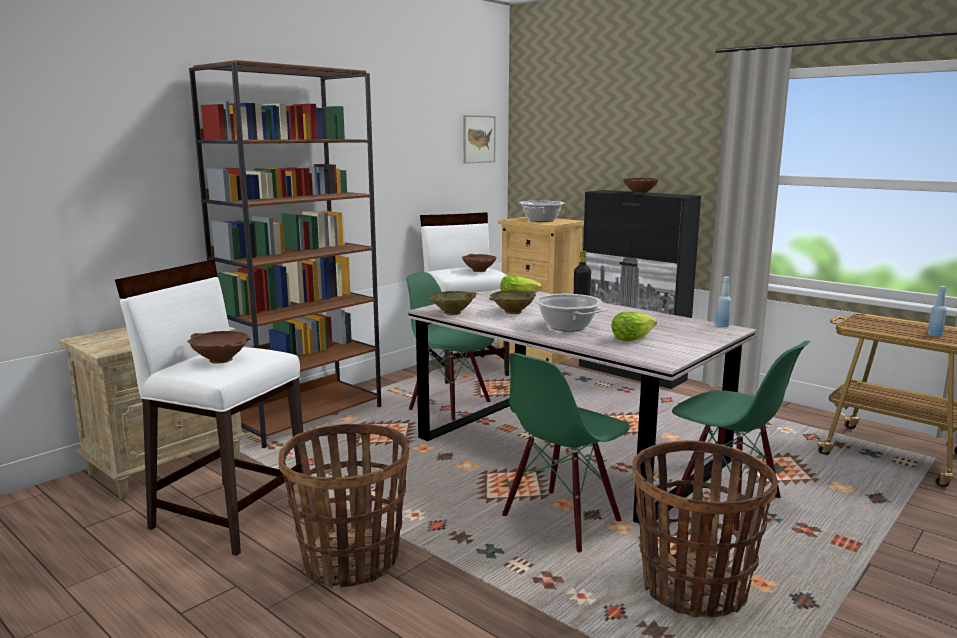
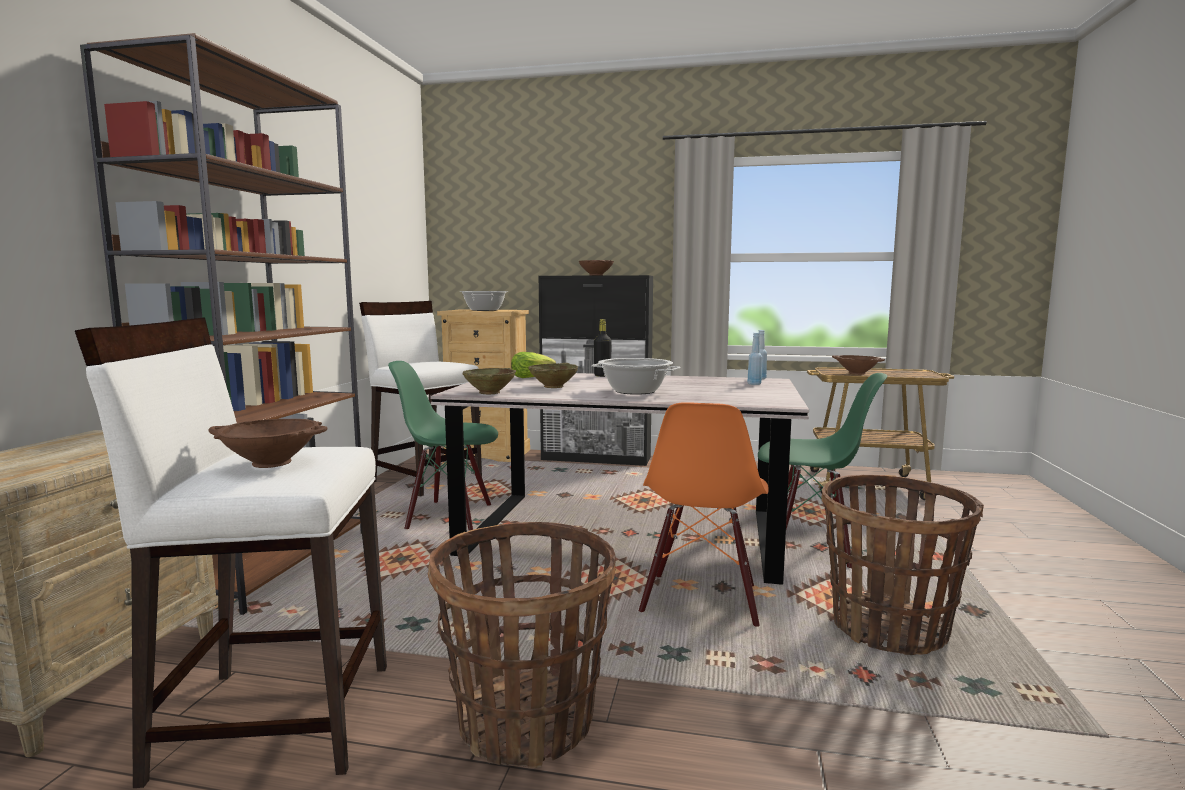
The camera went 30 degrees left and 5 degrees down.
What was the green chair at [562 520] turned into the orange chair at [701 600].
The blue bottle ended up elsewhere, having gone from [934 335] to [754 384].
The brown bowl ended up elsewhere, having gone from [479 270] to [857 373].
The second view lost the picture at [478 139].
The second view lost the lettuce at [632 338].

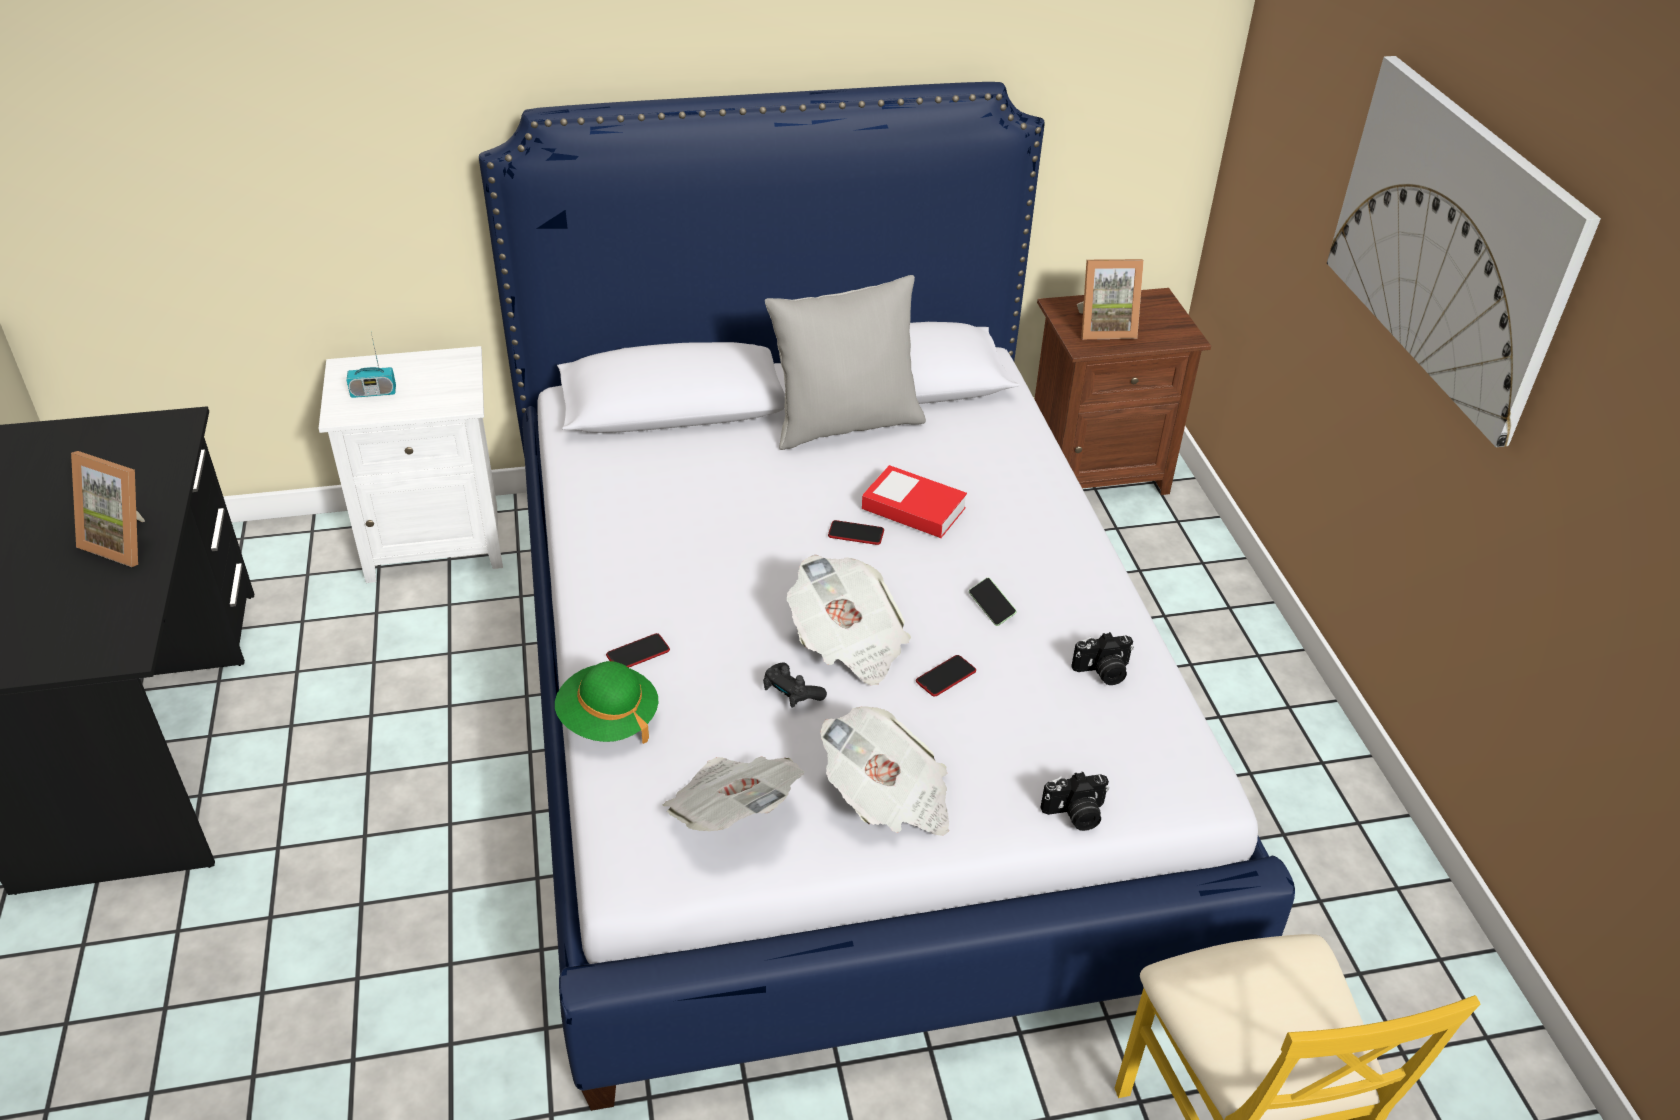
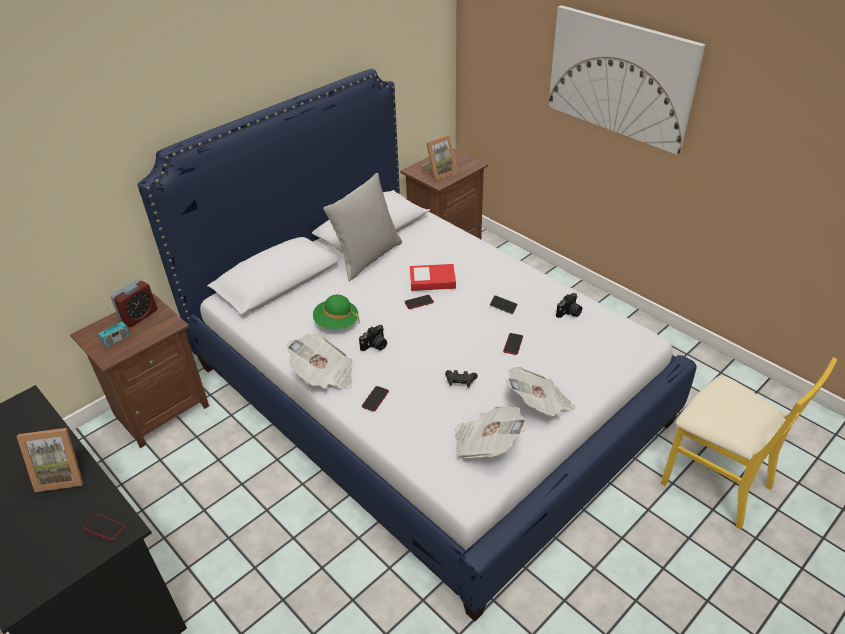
The camera went 30 degrees left and 0 degrees up.
What was the white nightstand at [435 541] turned into the brown nightstand at [160 410].
The second view gained the phone at [104 527].
The second view gained the alarm clock at [139 316].
The newspaper ended up elsewhere, having gone from [848 643] to [324 375].
The green hat ended up elsewhere, having gone from [608 720] to [336 323].
The photo camera ended up elsewhere, having gone from [1075 814] to [375 346].

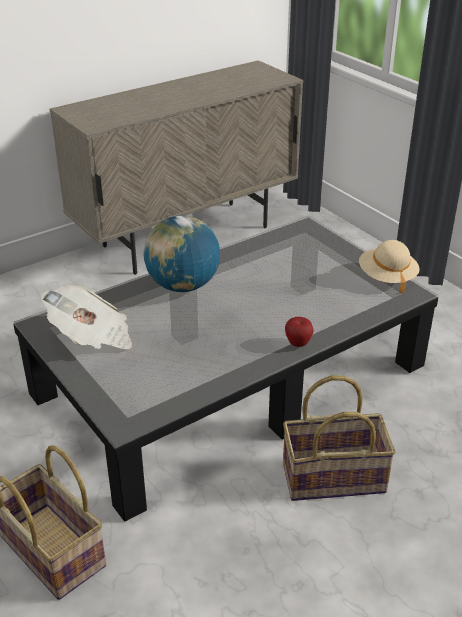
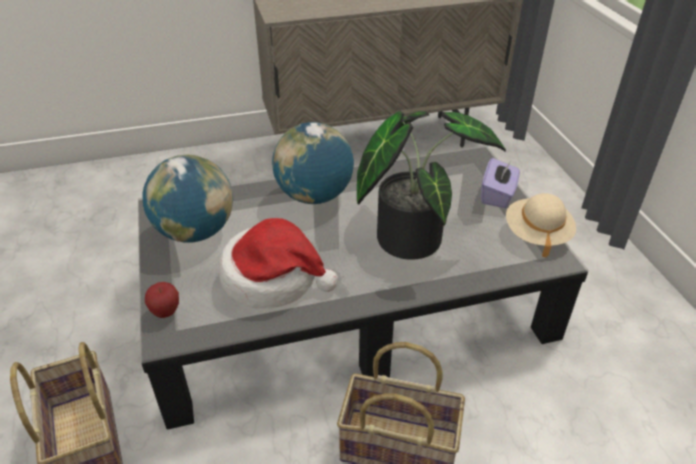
The camera went 20 degrees right and 5 degrees up.
Where the newspaper stood at [92 337], the globe came to stand at [195 232].
The apple ended up elsewhere, having gone from [298 344] to [166 312].
The second view gained the hat at [273 278].
The second view gained the potted plant at [410 234].
The second view gained the purple tissue box at [497 195].

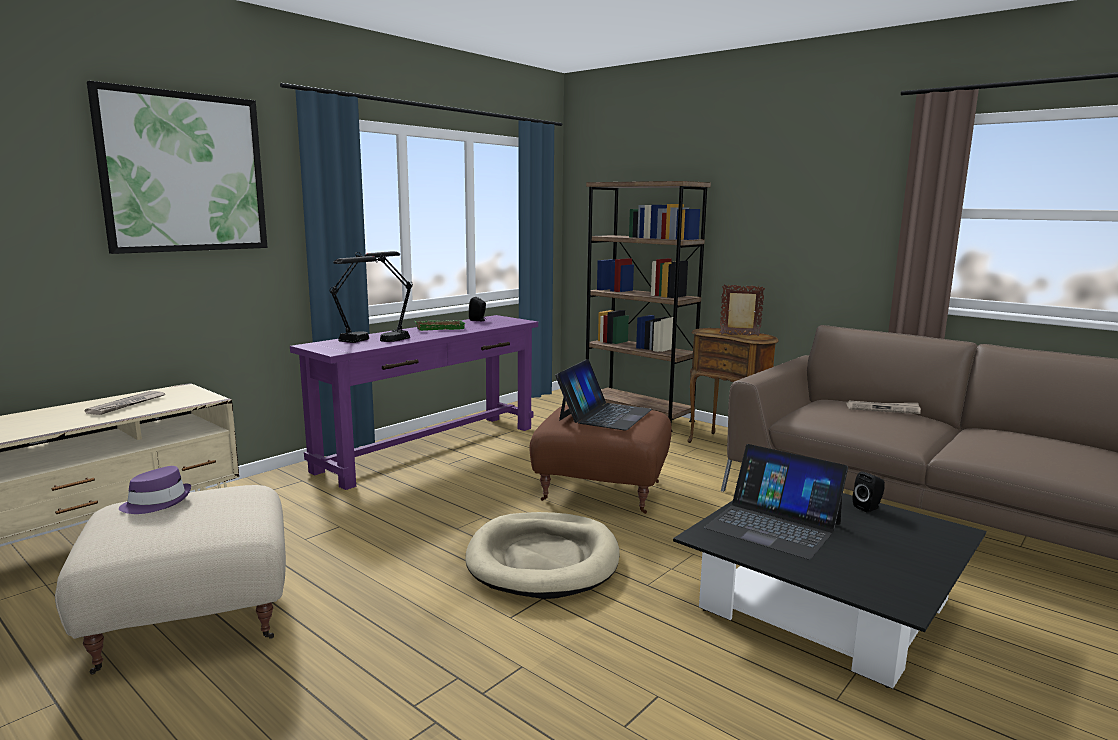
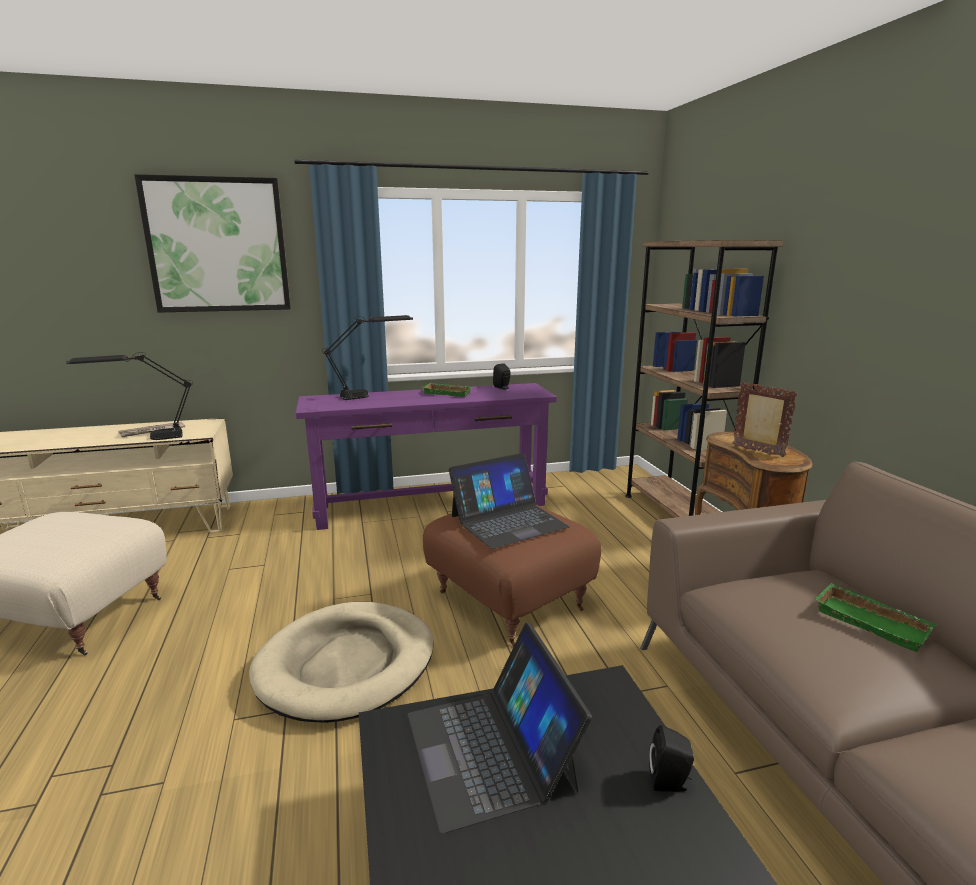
The camera went 35 degrees right and 5 degrees up.
The black table lamp ended up elsewhere, having gone from [379 342] to [144 439].
Where the newspaper stood at [883 409], the green tray came to stand at [873 622].
The second view lost the purple hat at [157 502].

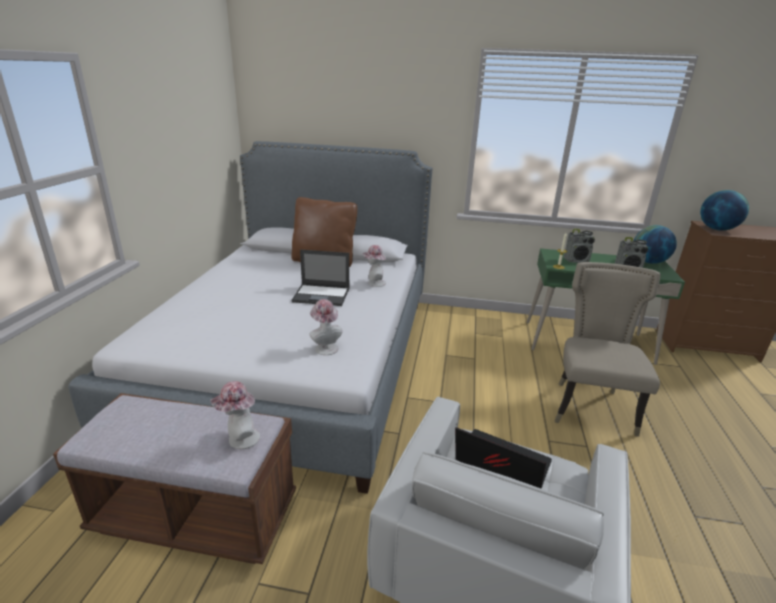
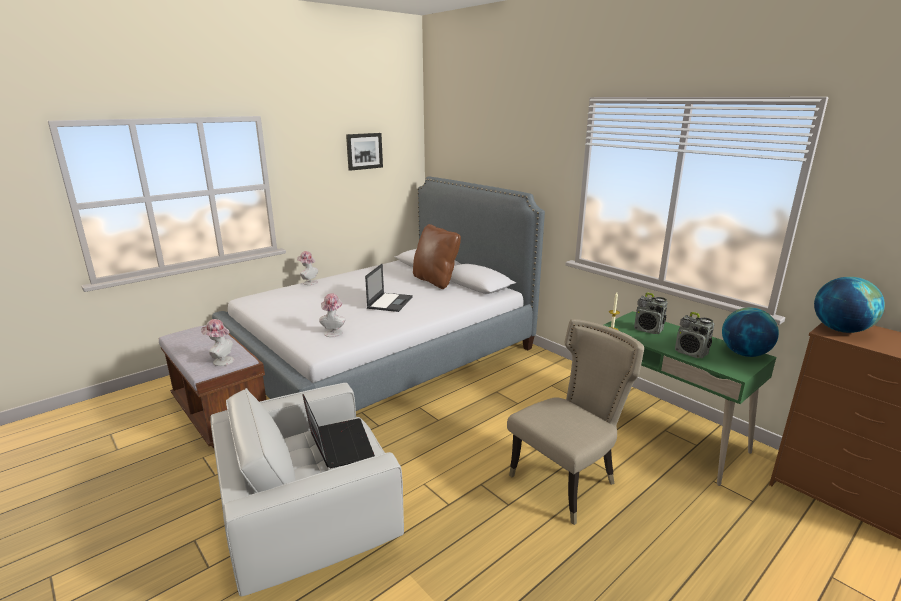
The camera went 40 degrees right and 5 degrees down.
The hat ended up elsewhere, having gone from [374 283] to [308 282].
The second view gained the picture at [364 151].
The laptop at [322 295] ended up facing another way, 120 degrees counterclockwise from before.

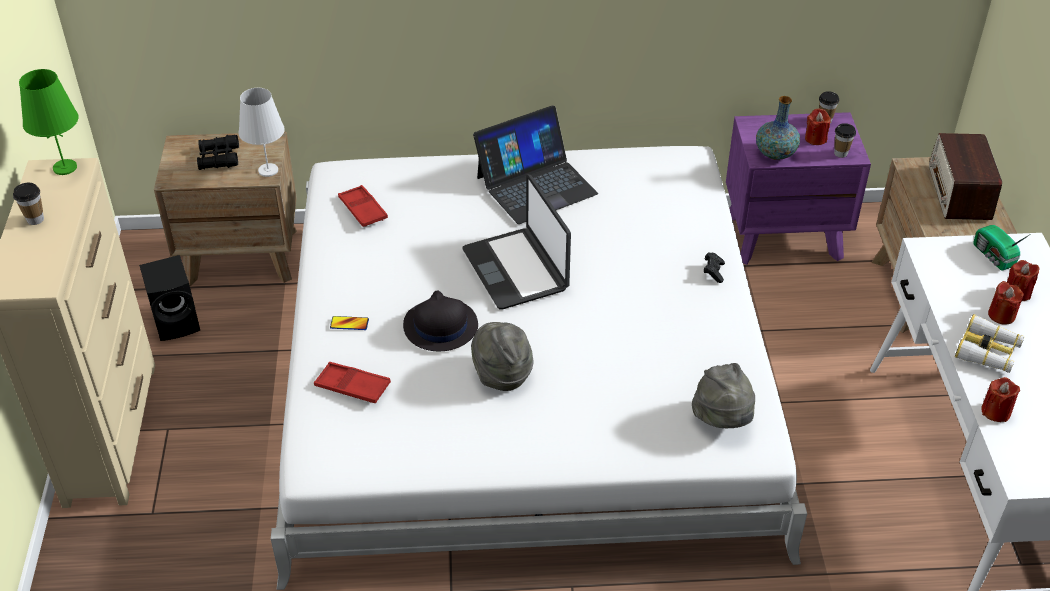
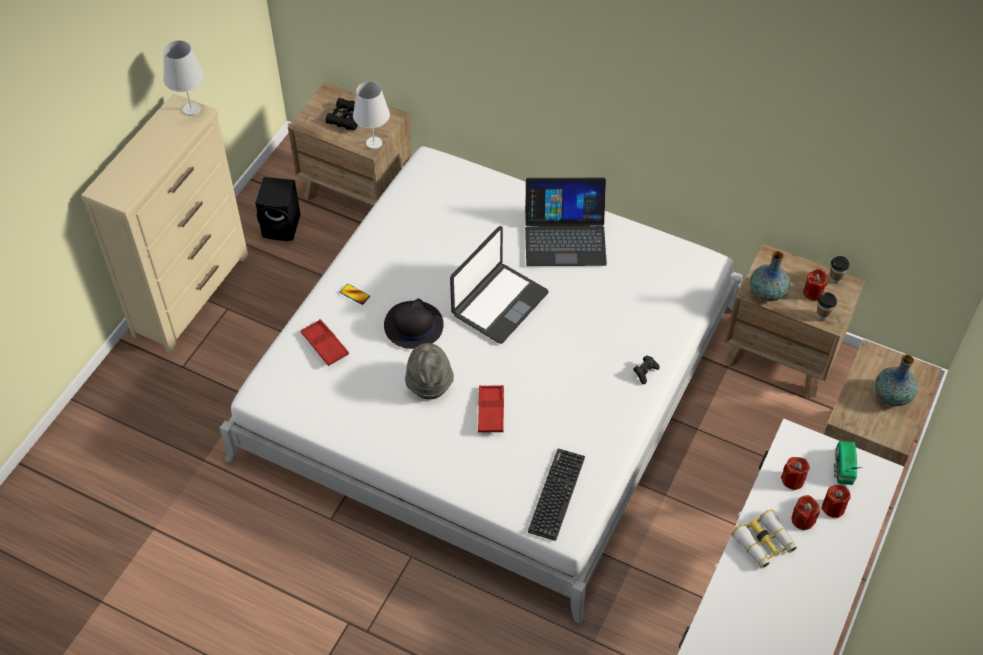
The camera went 30 degrees right and 10 degrees up.
What was the green table lamp at [65 167] turned into the white table lamp at [191 109].
The laptop at [516 269] ended up facing another way, 150 degrees counterclockwise from before.
The red tray ended up elsewhere, having gone from [363 210] to [491 411].
Where the grey hat stood at [722 420], the keyboard came to stand at [556 494].
What was the purple nightstand at [784 235] turned into the brown nightstand at [781 355].
The red candle ended up elsewhere, having gone from [995 411] to [793 480].
Where the radio stood at [959 193], the vase came to stand at [892 396].
The second view lost the cup at [35 219].

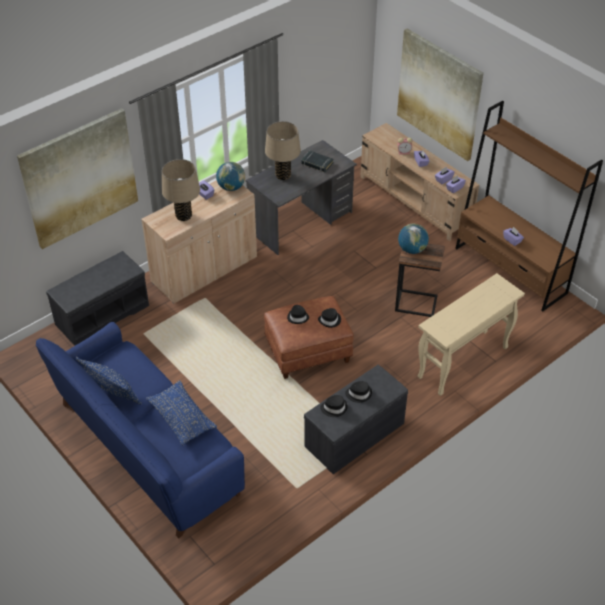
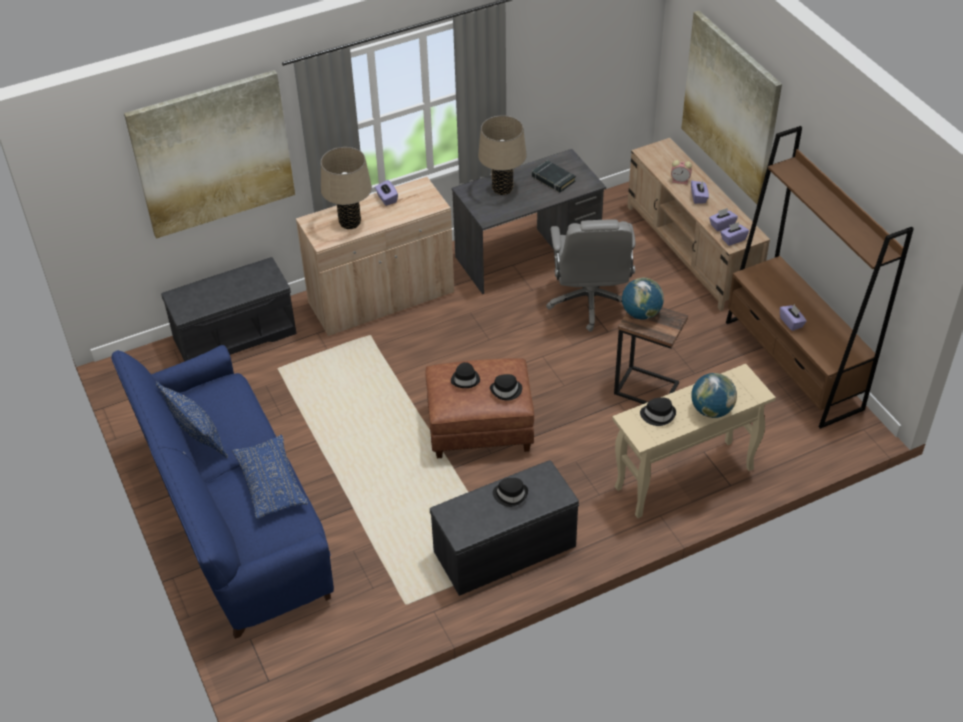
The camera went 15 degrees right and 0 degrees up.
The second view gained the grey office chair at [590 302].
The black hat ended up elsewhere, having gone from [334 408] to [658 414].
The globe ended up elsewhere, having gone from [231 187] to [711 410].

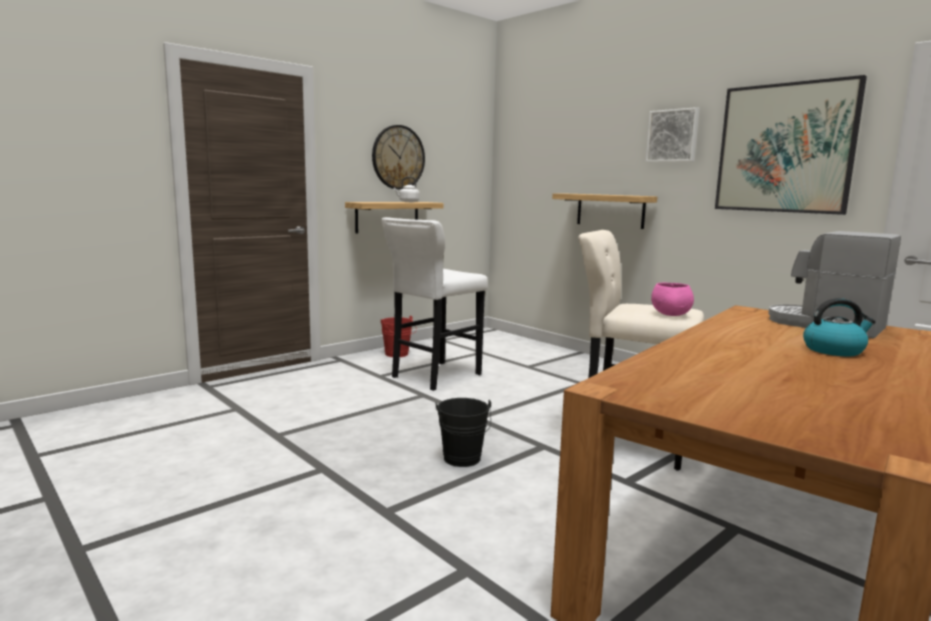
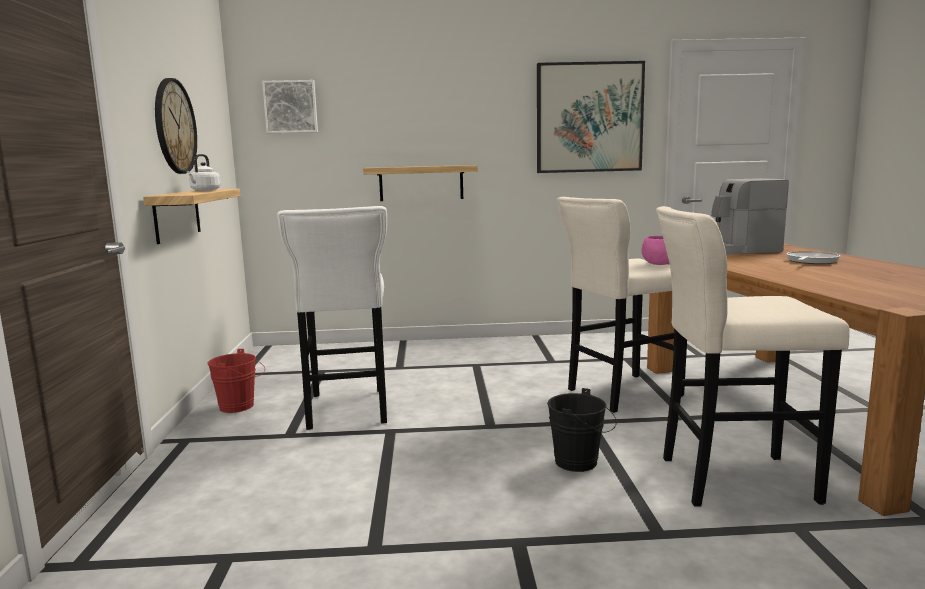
The camera went 50 degrees left and 0 degrees up.
The picture ended up elsewhere, having gone from [673 136] to [291 107].
The second view gained the beige stool at [729 480].
Where the kettle stood at [834 350], the frying pan came to stand at [811 261].

